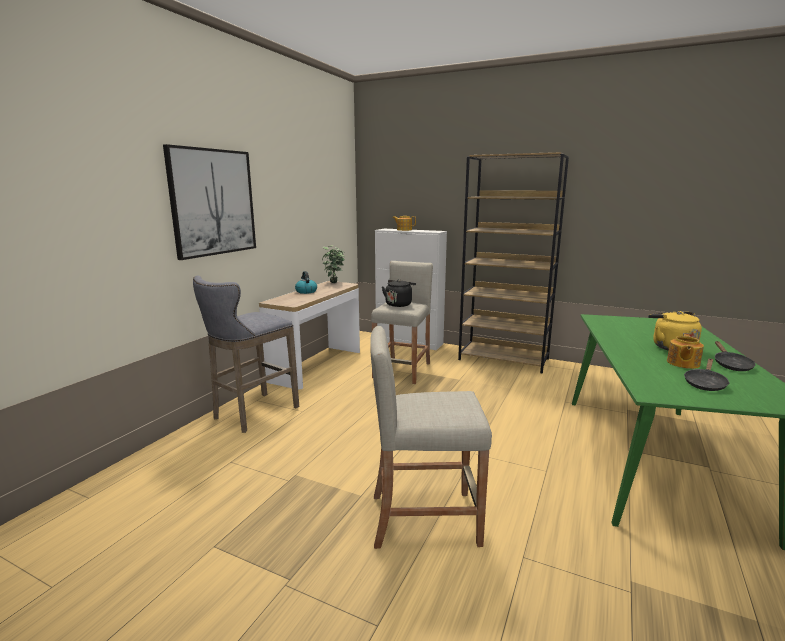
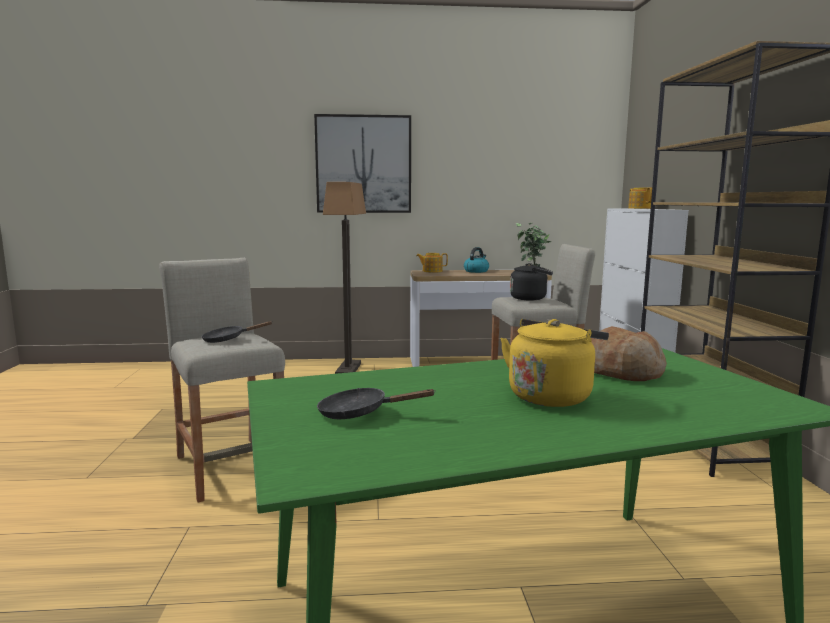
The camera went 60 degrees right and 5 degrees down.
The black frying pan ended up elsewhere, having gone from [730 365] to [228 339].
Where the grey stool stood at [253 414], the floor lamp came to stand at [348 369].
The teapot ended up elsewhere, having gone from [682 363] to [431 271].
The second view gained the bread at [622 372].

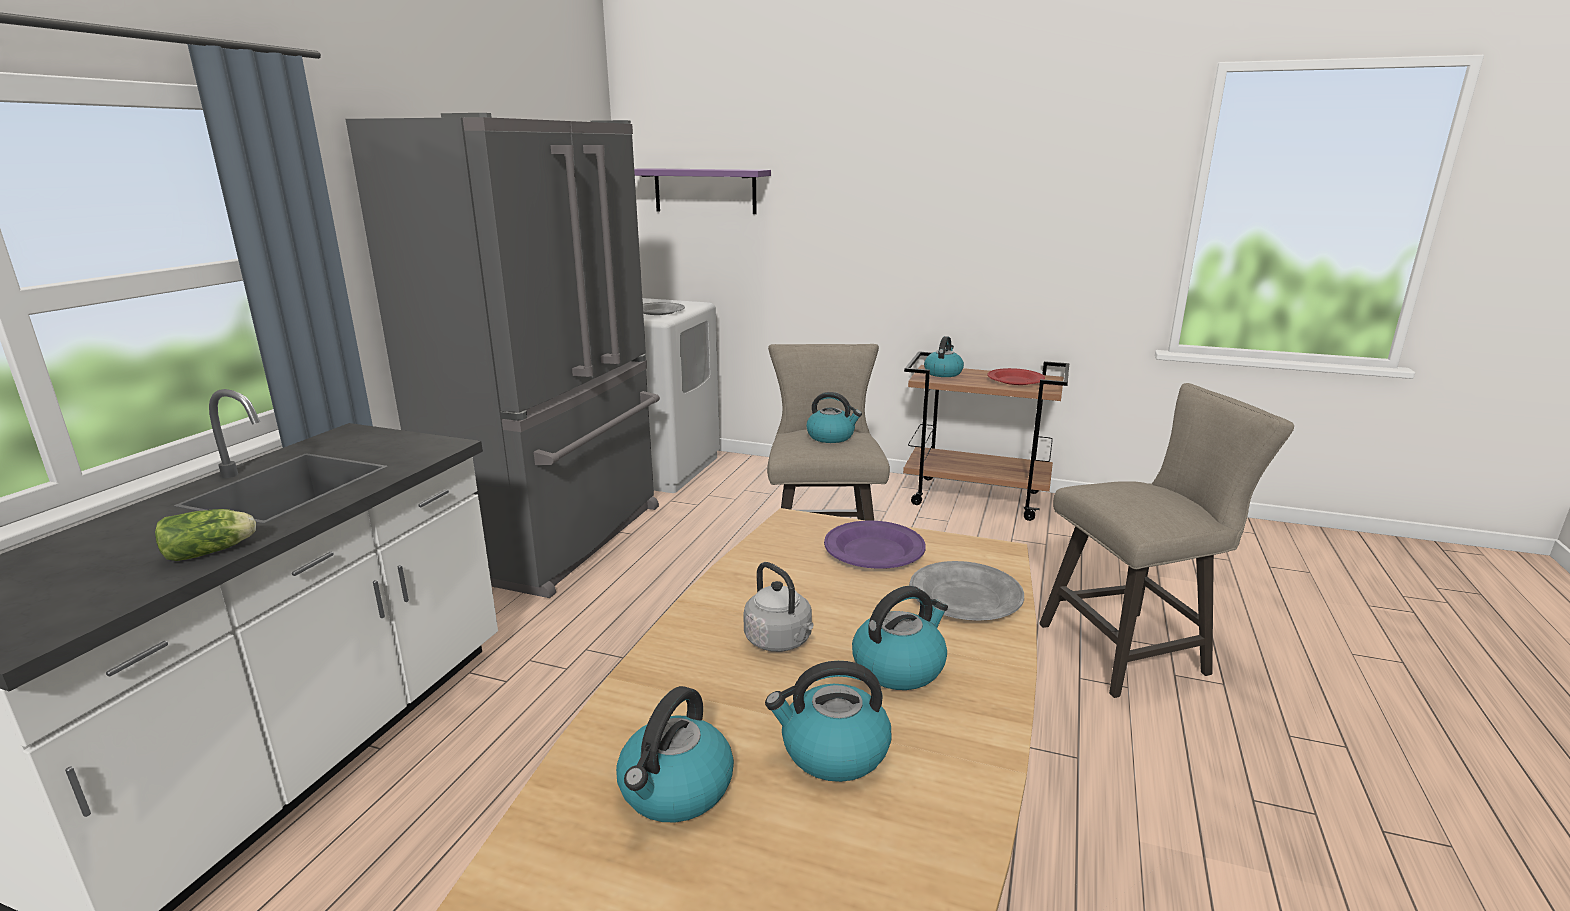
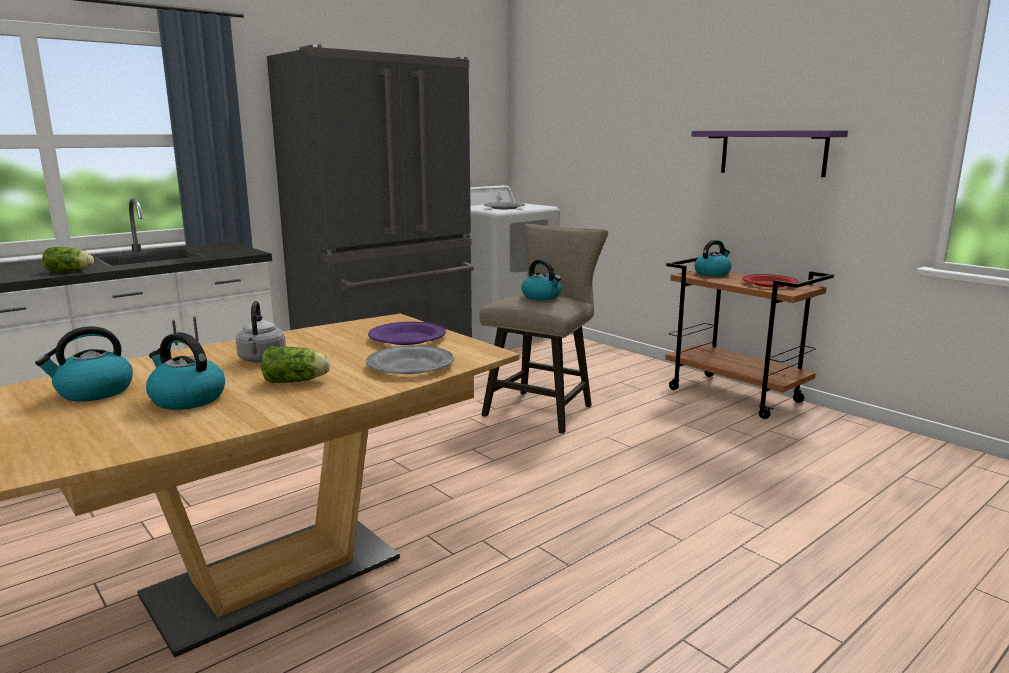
The camera went 30 degrees right and 5 degrees down.
Where the kettle stood at [899 666], the lettuce came to stand at [297 381].
The purple shelf ended up elsewhere, having gone from [705 191] to [772 152].
The second view lost the beige stool at [1133 648].

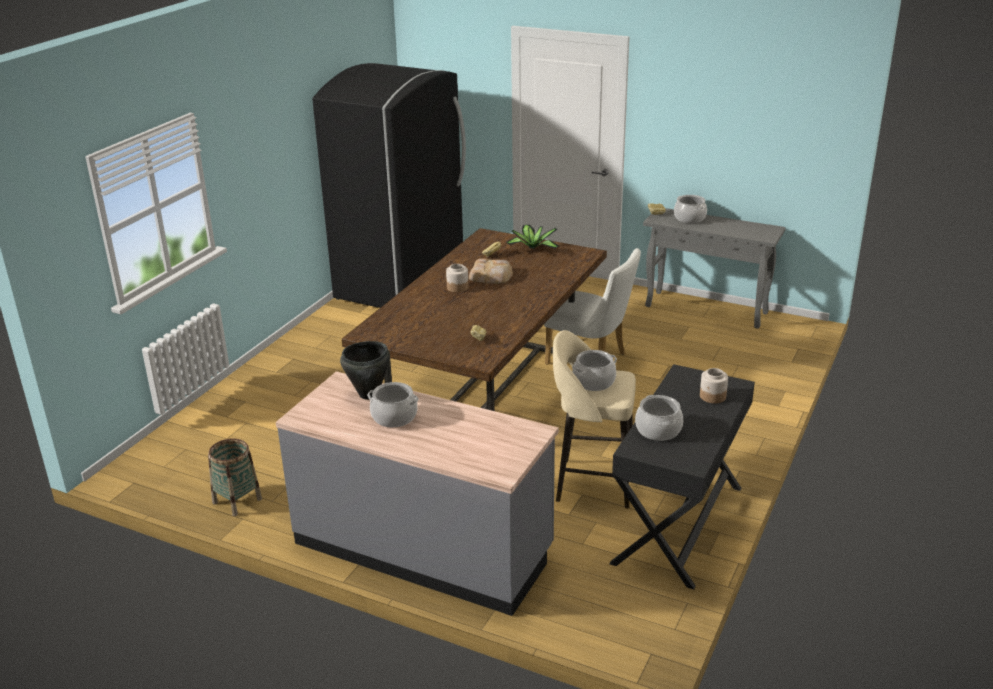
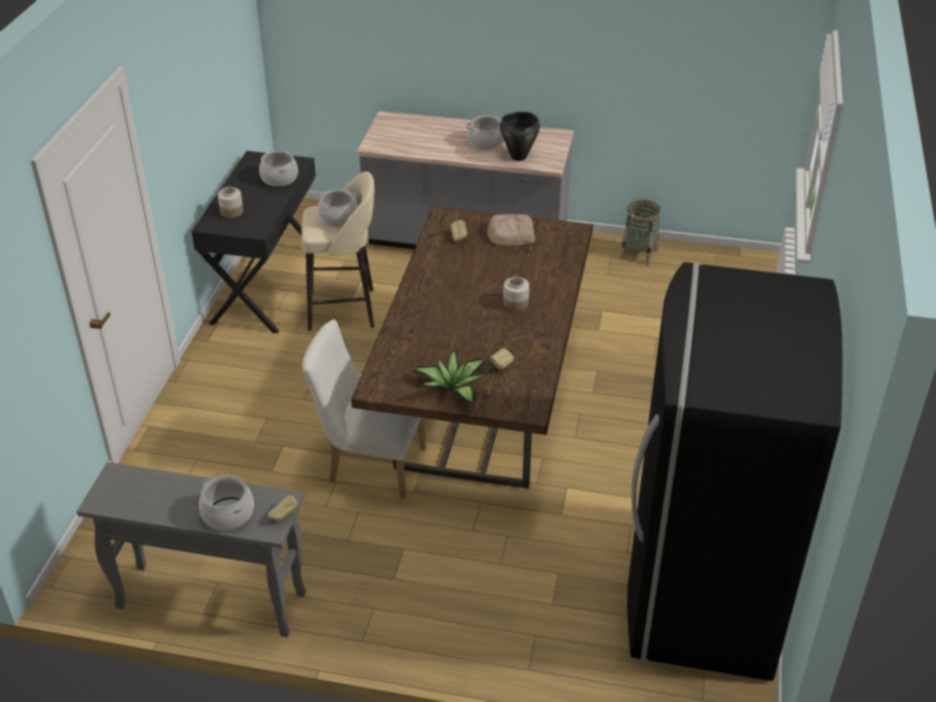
The camera went 165 degrees right and 10 degrees up.
The bread ended up elsewhere, having gone from [491 275] to [510 234].

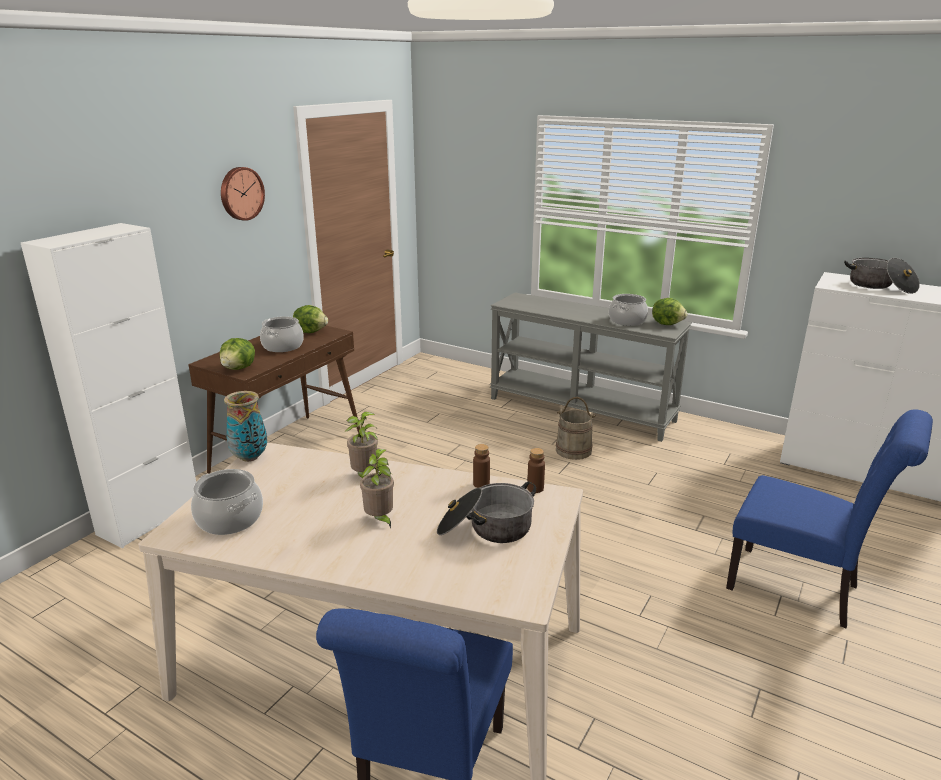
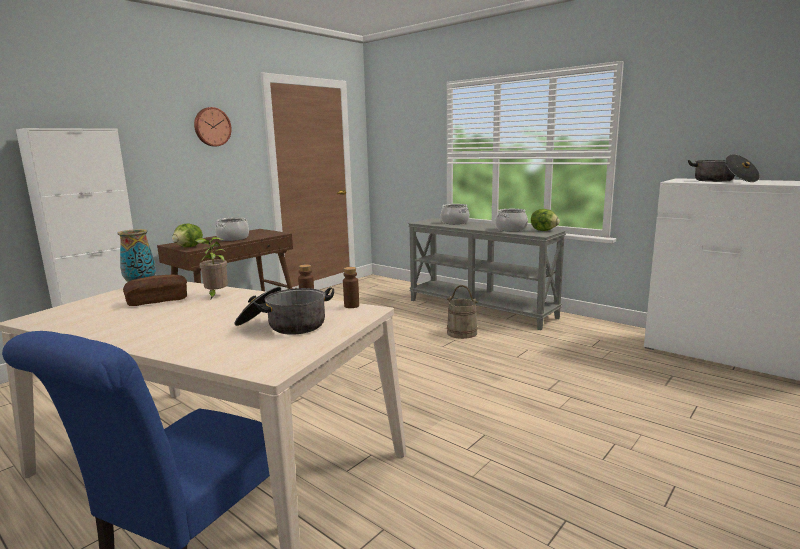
The camera went 10 degrees right and 10 degrees down.
The second view gained the bread at [158 301].
The cooking pot ended up elsewhere, having gone from [230 519] to [455 222].
The second view lost the lettuce at [311 331].
The second view lost the potted plant at [380 520].
The second view lost the blue chair at [801 589].

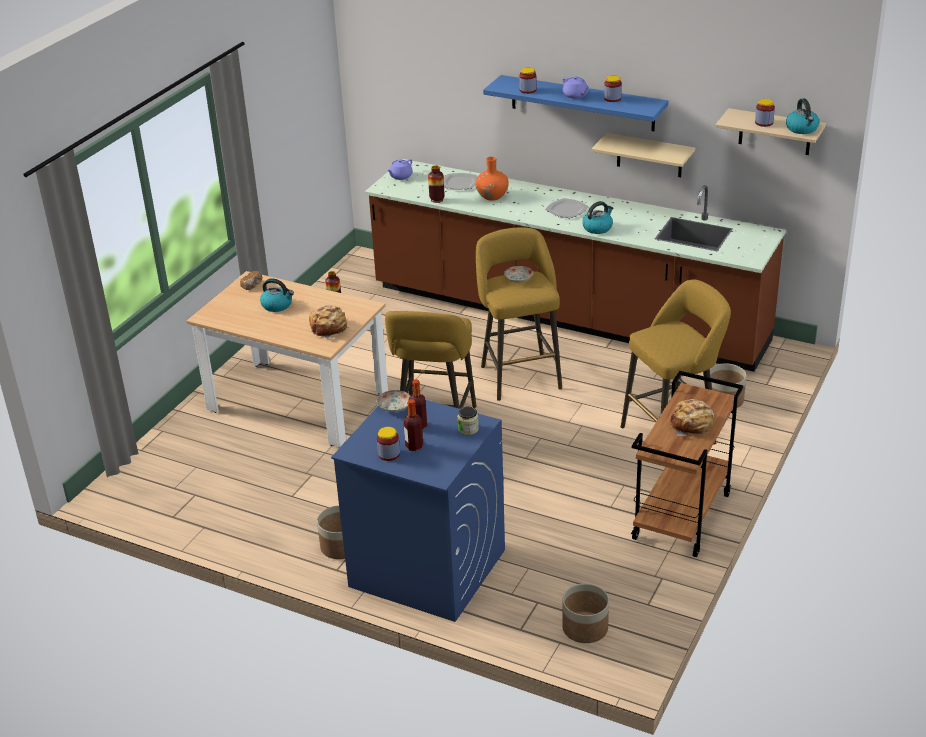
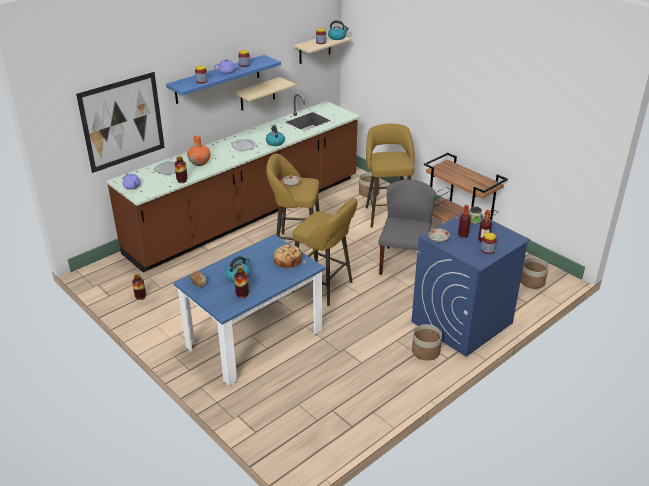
The camera went 70 degrees left and 0 degrees up.
The second view gained the picture at [122 122].
What was the beige dining table at [298 402] turned into the blue dining table at [255 339].
The second view gained the vase at [242 294].
The second view gained the grey chair at [403 263].
The second view lost the bread at [692 424].

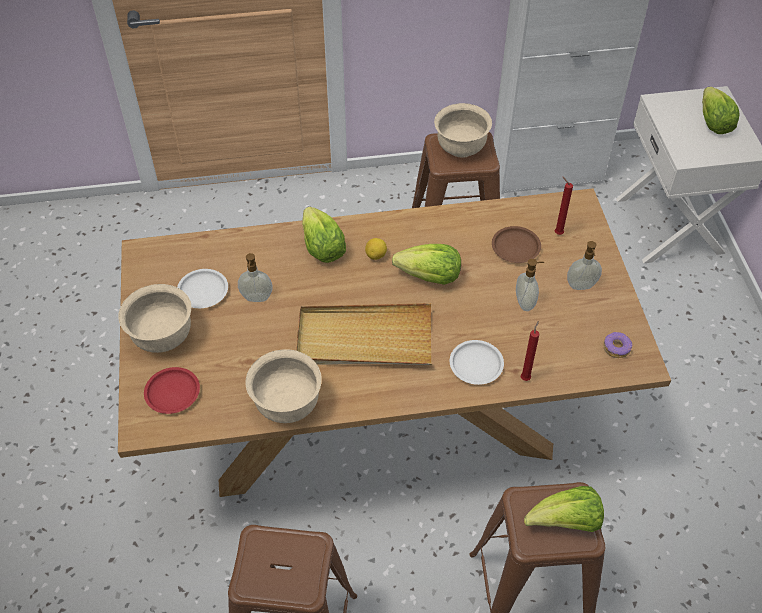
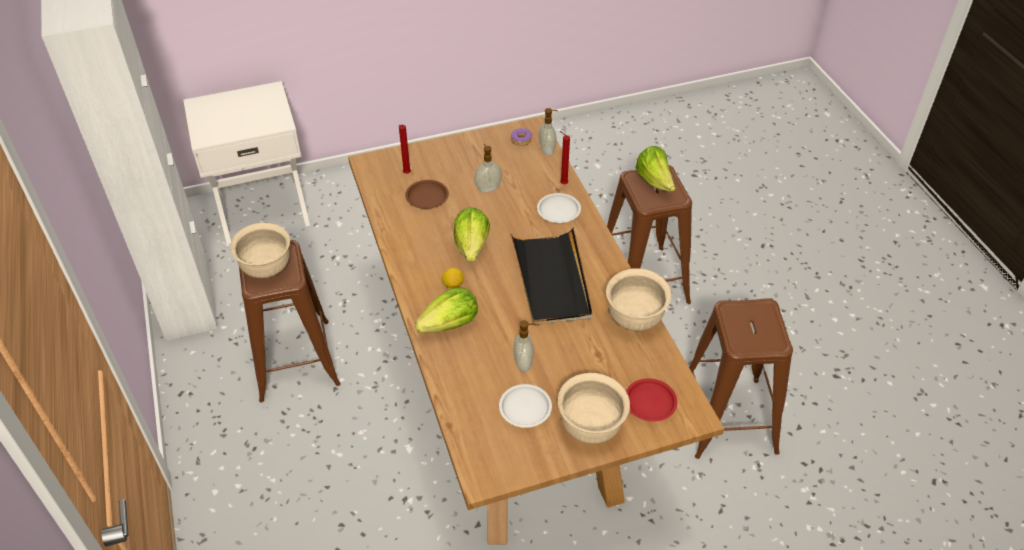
The camera went 100 degrees left and 5 degrees down.
What was the beige tray at [364 339] turned into the black tray at [551 280].
The soap dispenser ended up elsewhere, having gone from [581 286] to [548 150].
The second view lost the lettuce at [713 123].

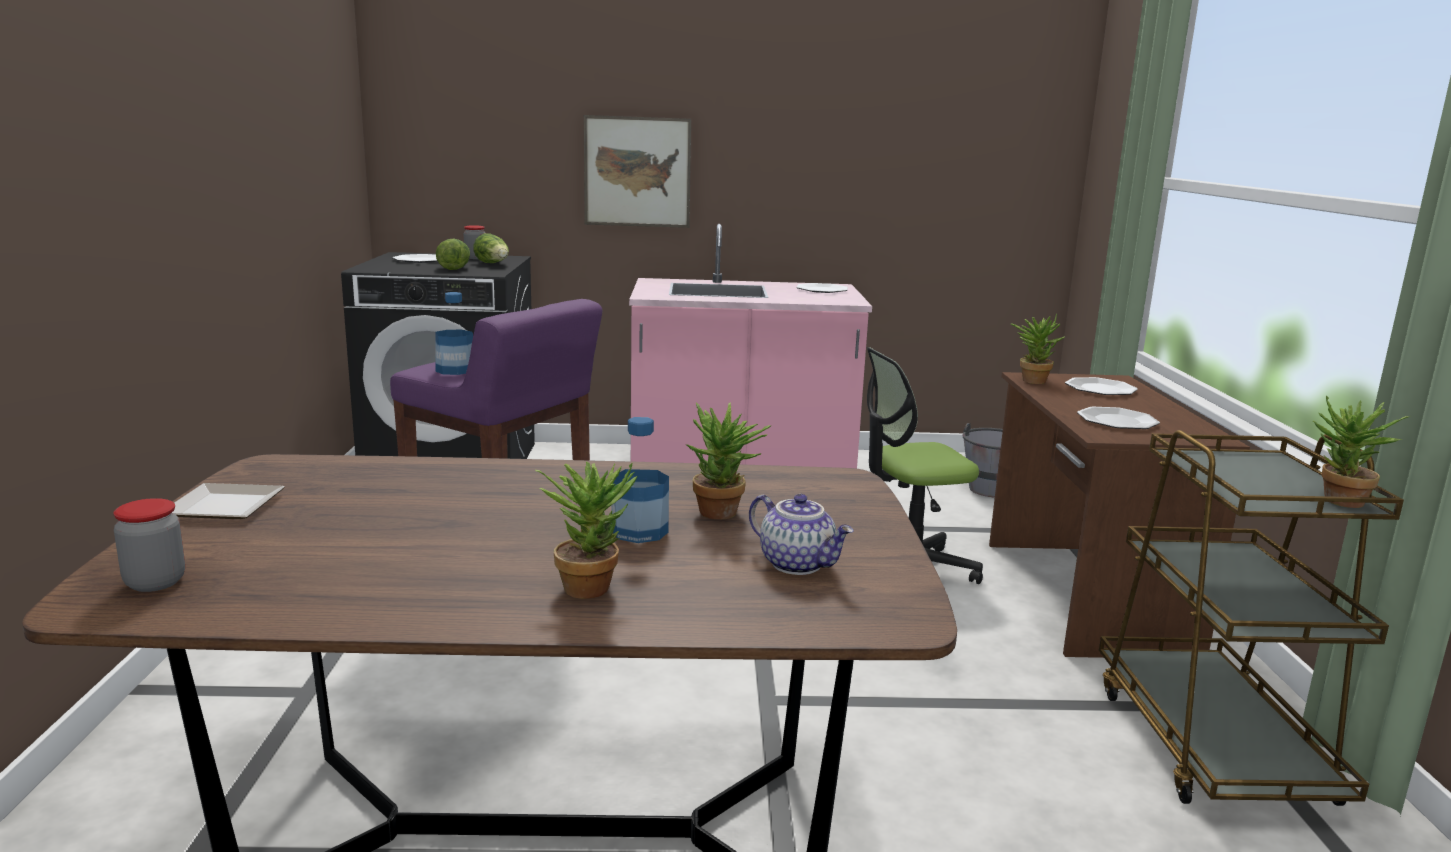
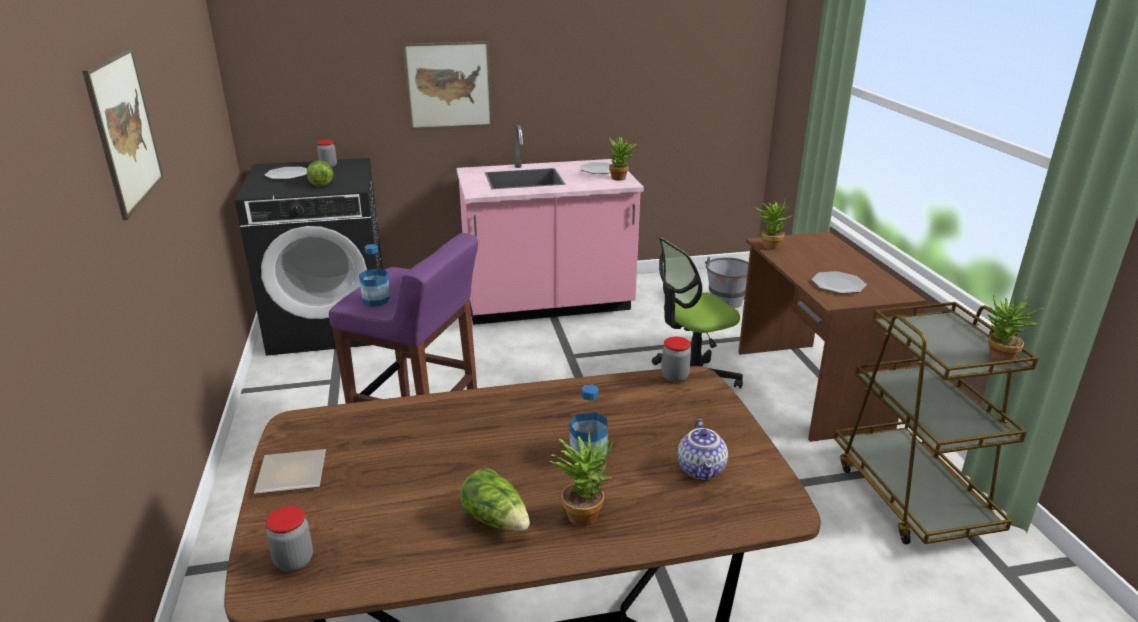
The camera went 10 degrees left and 10 degrees up.
The second view gained the picture at [125 130].
The lettuce ended up elsewhere, having gone from [493 264] to [497 520].
The potted plant ended up elsewhere, having gone from [724 514] to [621 179].
The second view gained the jar at [674 377].
The teapot at [798 564] ended up facing another way, 60 degrees clockwise from before.
The second view lost the plate at [1100 389].

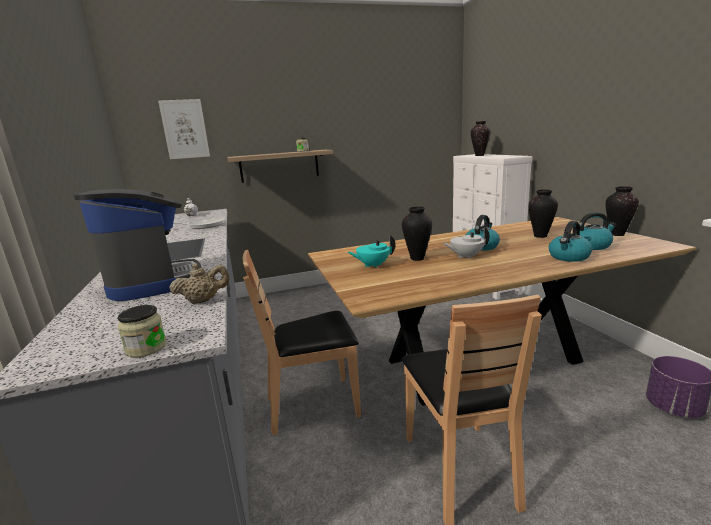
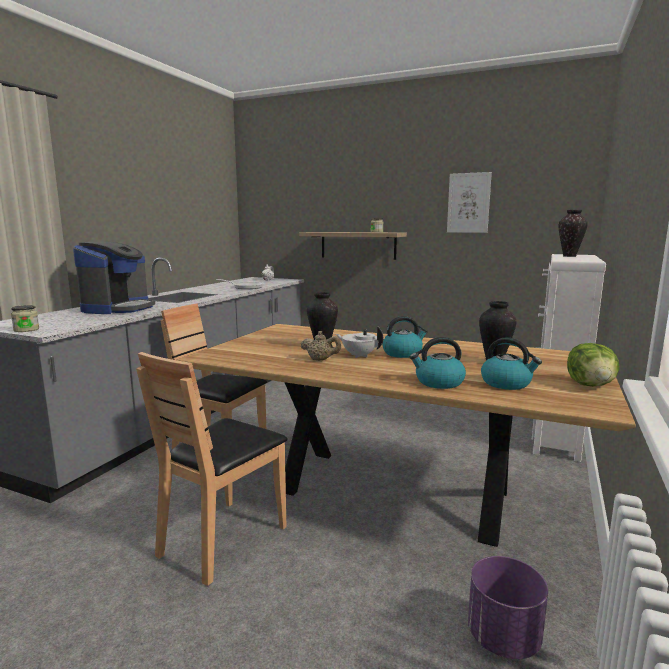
The camera went 40 degrees right and 5 degrees down.
The beige teapot ended up elsewhere, having gone from [203 300] to [321 360].
The picture ended up elsewhere, having gone from [185 129] to [468 203].
Where the vase stood at [616 234], the lettuce came to stand at [591 385].
The second view lost the turquoise teapot at [373 265].

